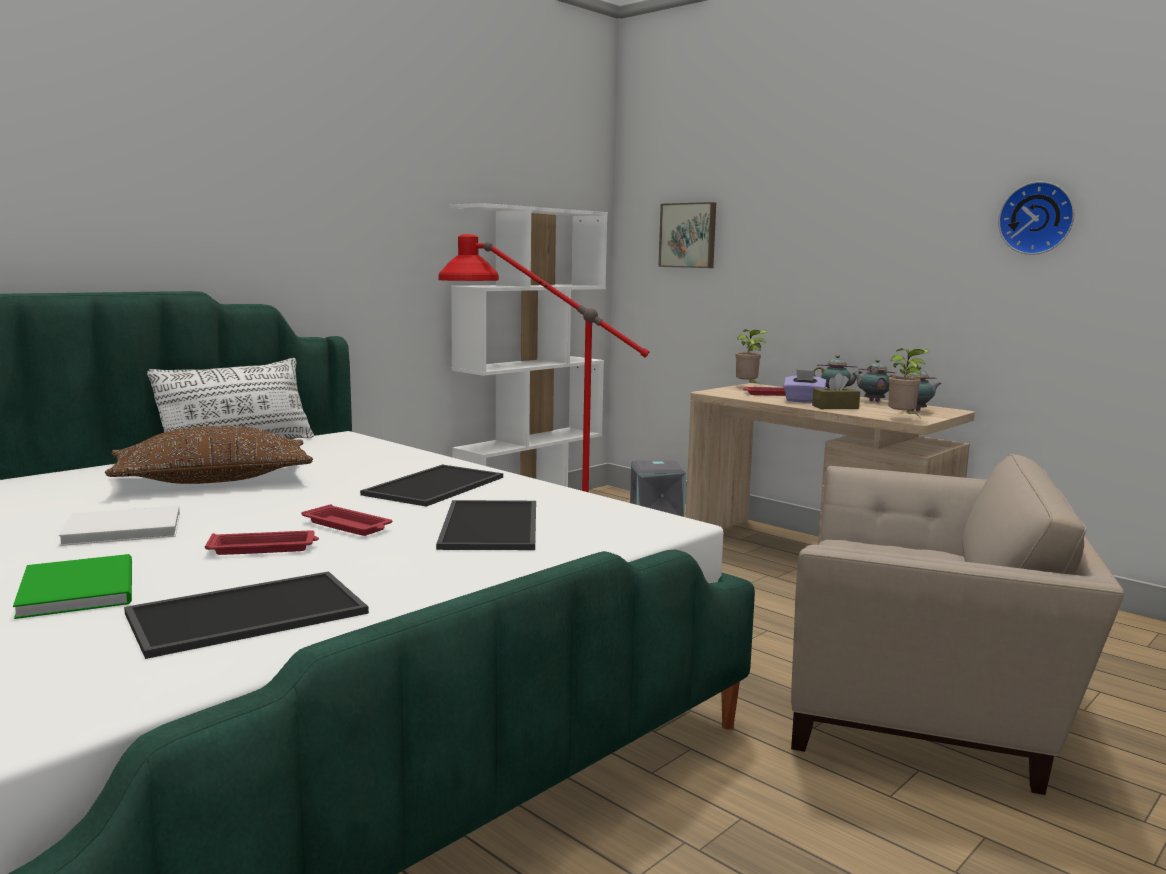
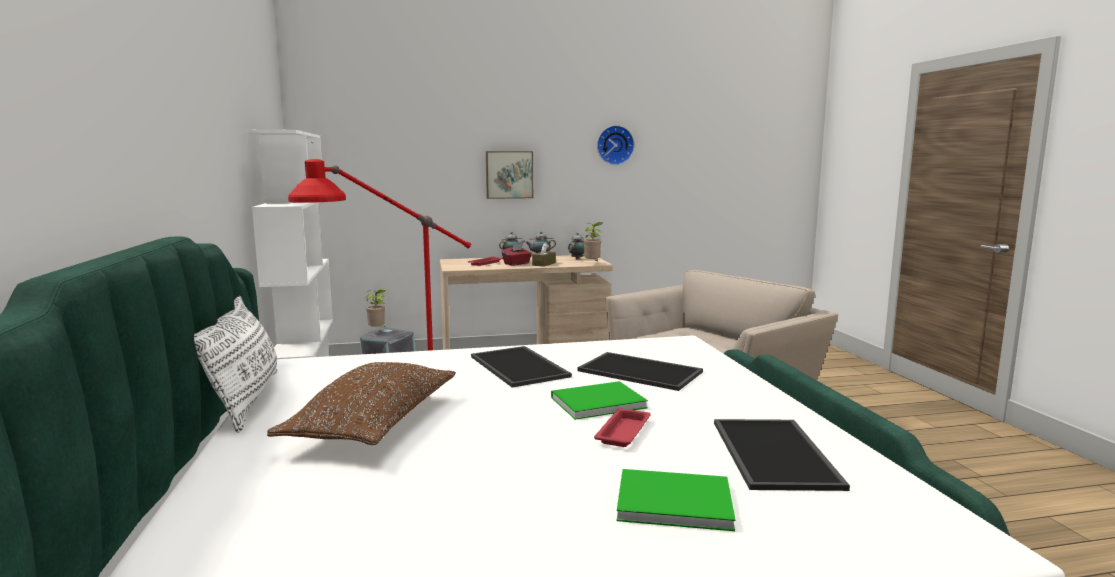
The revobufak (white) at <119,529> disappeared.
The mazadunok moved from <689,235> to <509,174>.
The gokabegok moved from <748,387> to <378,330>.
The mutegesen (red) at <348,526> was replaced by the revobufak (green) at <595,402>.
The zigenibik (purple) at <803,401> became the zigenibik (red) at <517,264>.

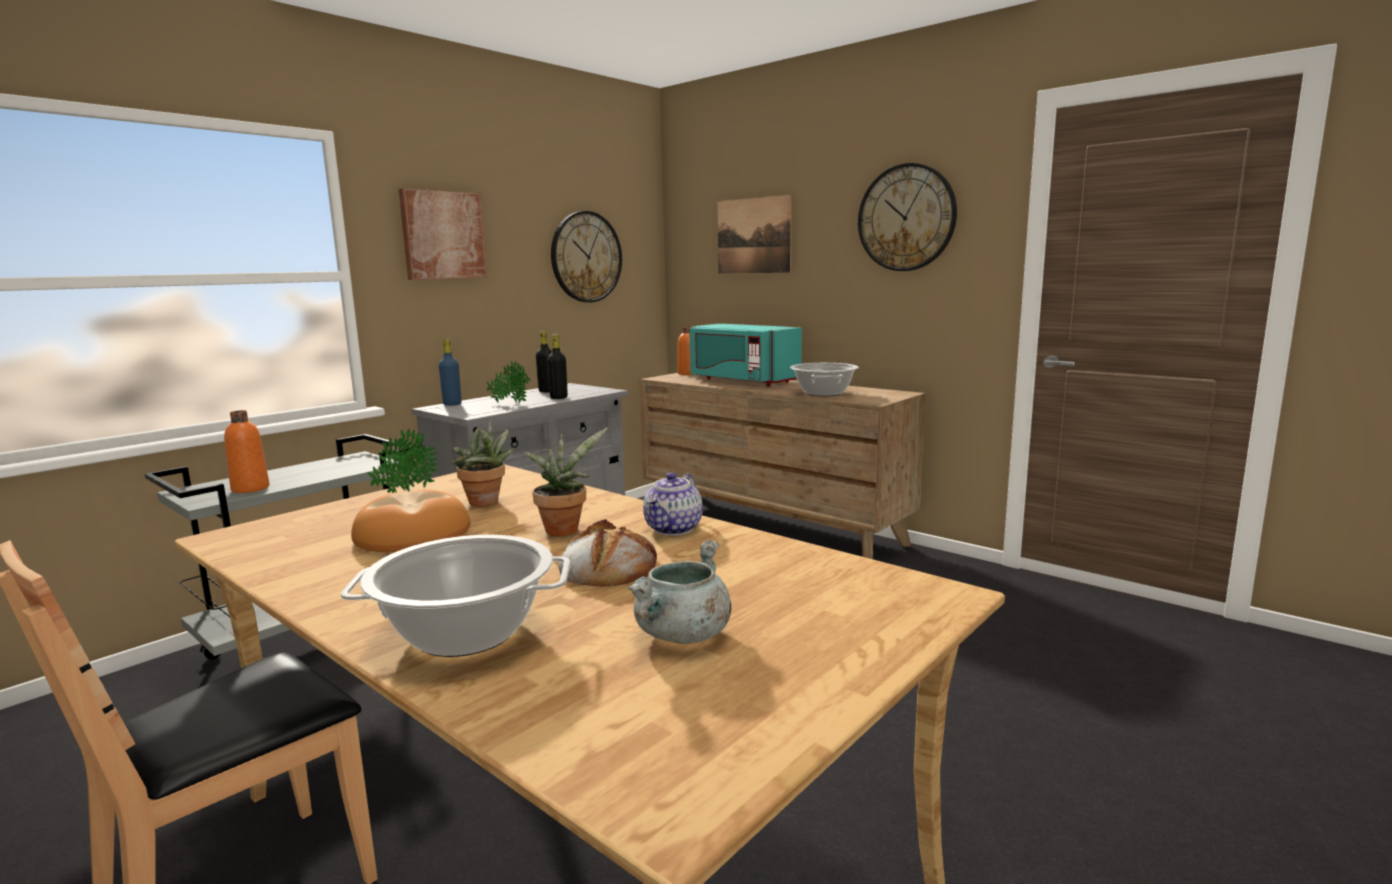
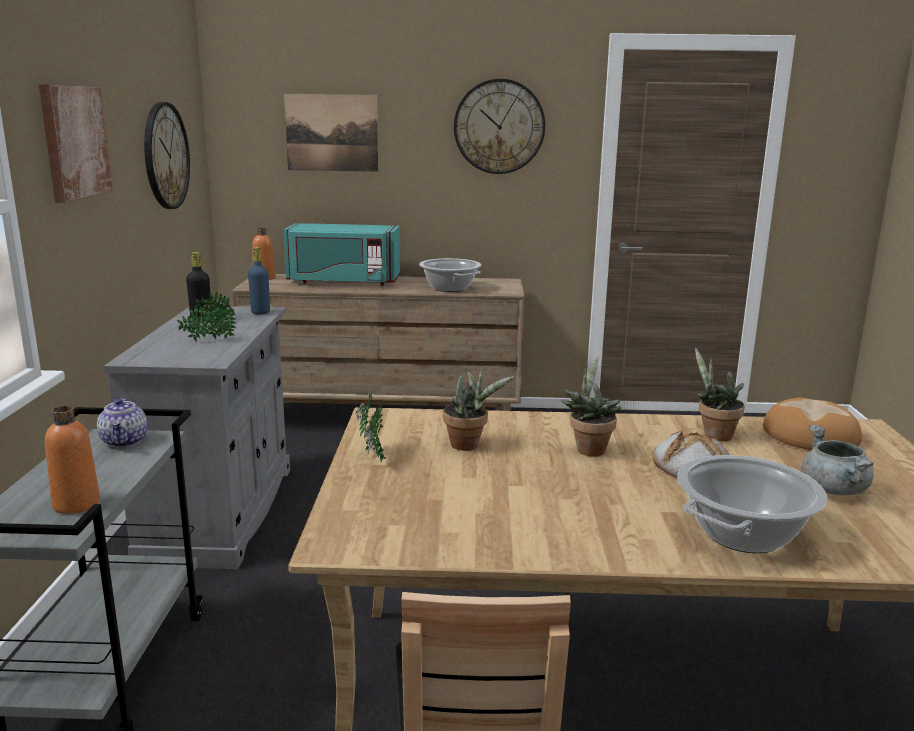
The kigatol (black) at <559,398> disappeared.
The gokabegok at <713,435> appeared.
The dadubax moved from <412,534> to <811,435>.
The kigatol (blue) moved from <452,404> to <260,312>.
The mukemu moved from <674,529> to <125,441>.

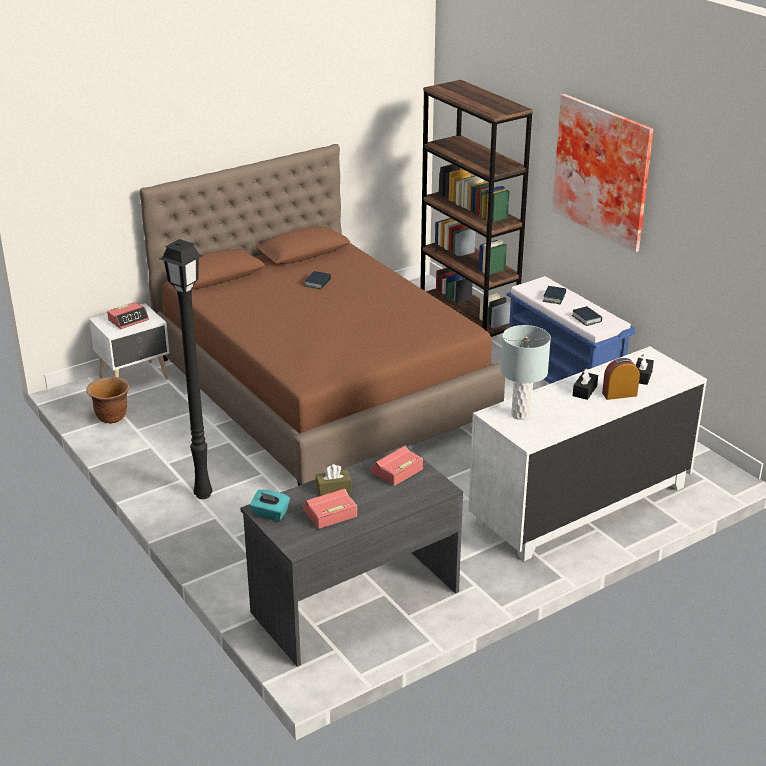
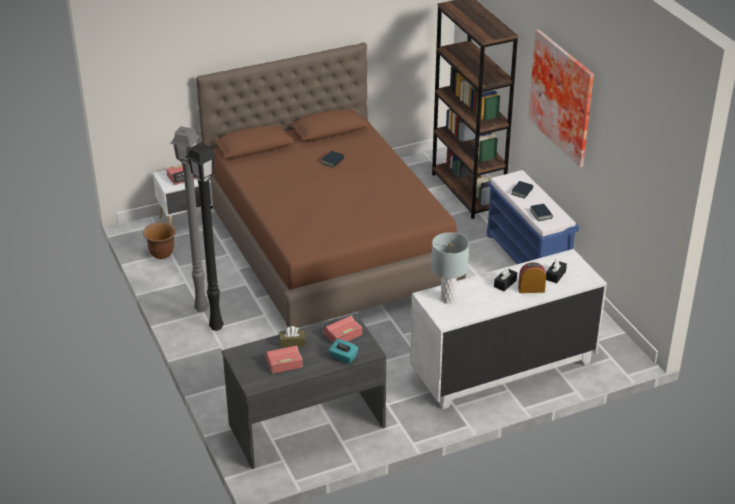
The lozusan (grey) at <201,308> appeared.
The zigenibik (turquoise) moved from <270,514> to <343,357>.

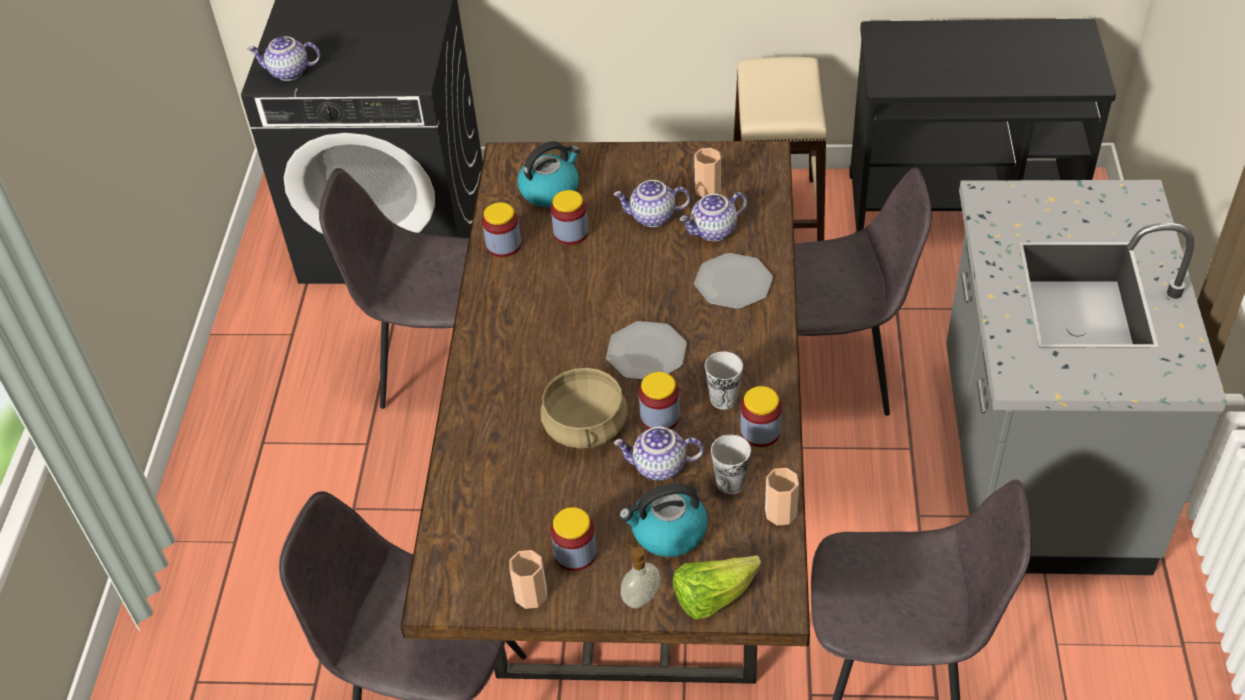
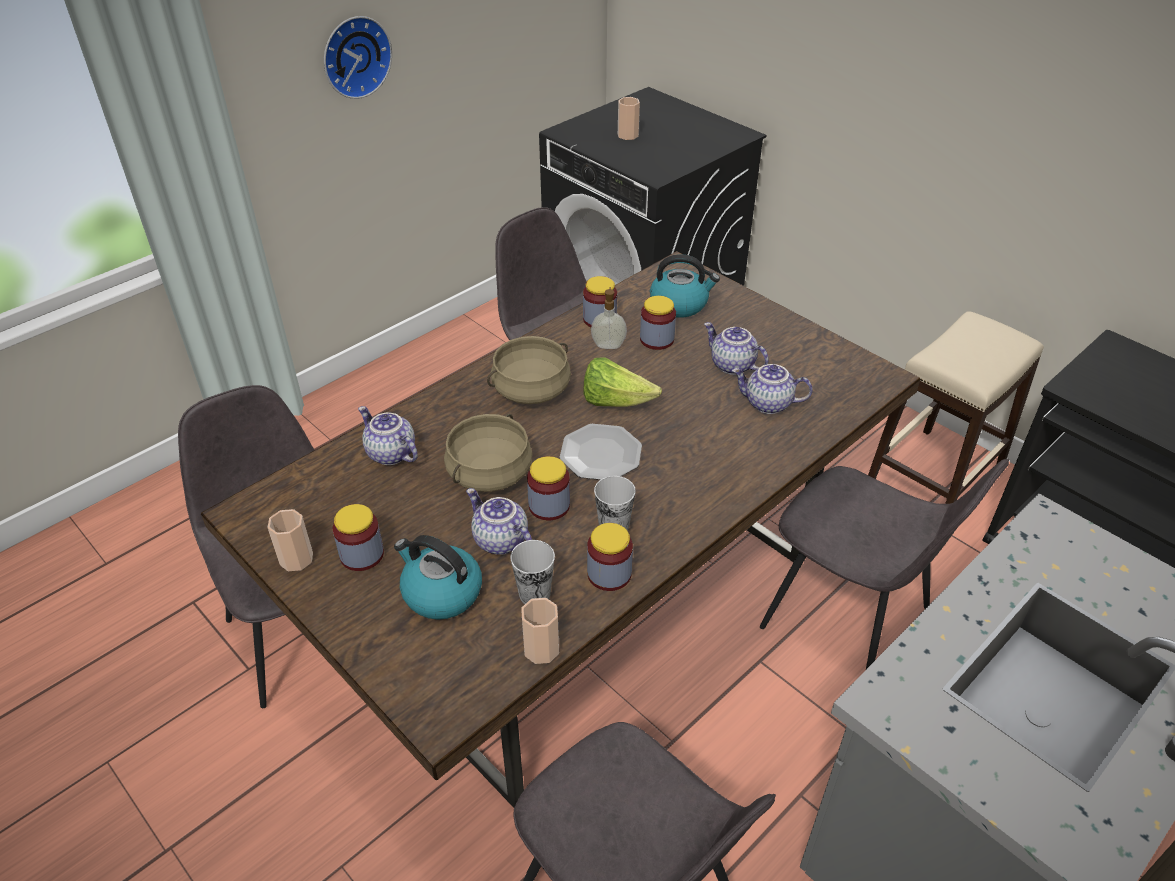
The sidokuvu at <733,283> disappeared.
The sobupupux at <354,56> appeared.
The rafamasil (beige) at <531,389> appeared.
The mukemu moved from <288,73> to <390,454>.
The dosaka moved from <640,597> to <608,345>.
The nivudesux moved from <712,597> to <615,401>.
The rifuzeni moved from <707,189> to <628,135>.

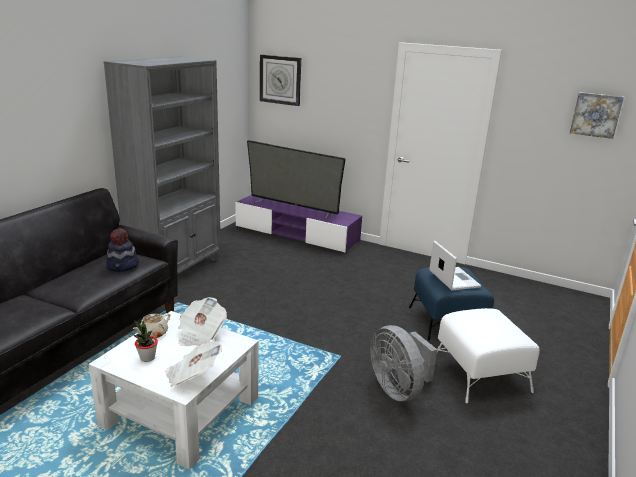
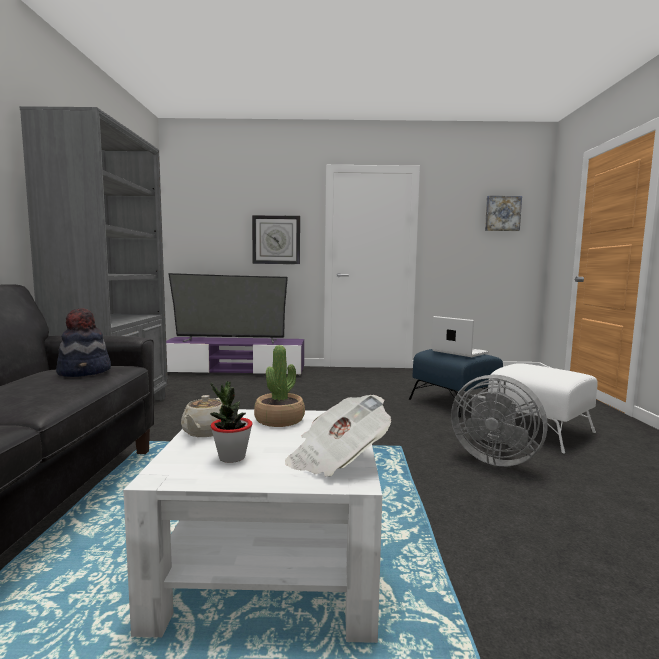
The sobupupux moved from <280,80> to <276,240>.
The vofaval at <200,334> was replaced by the gokabegok at <279,420>.

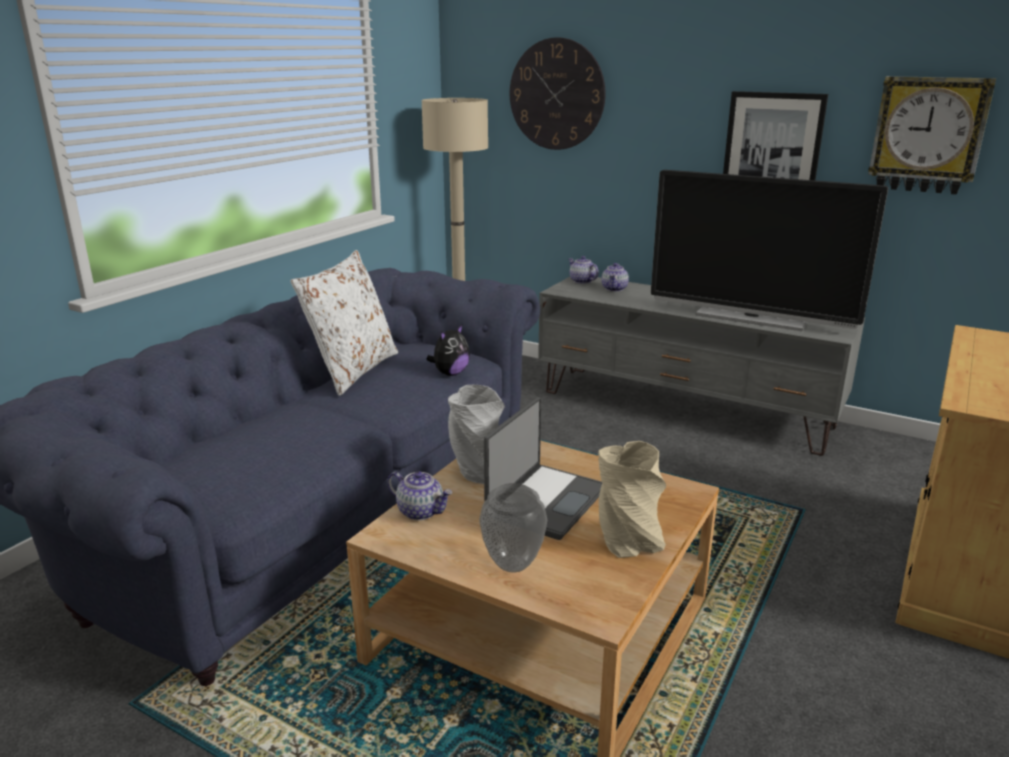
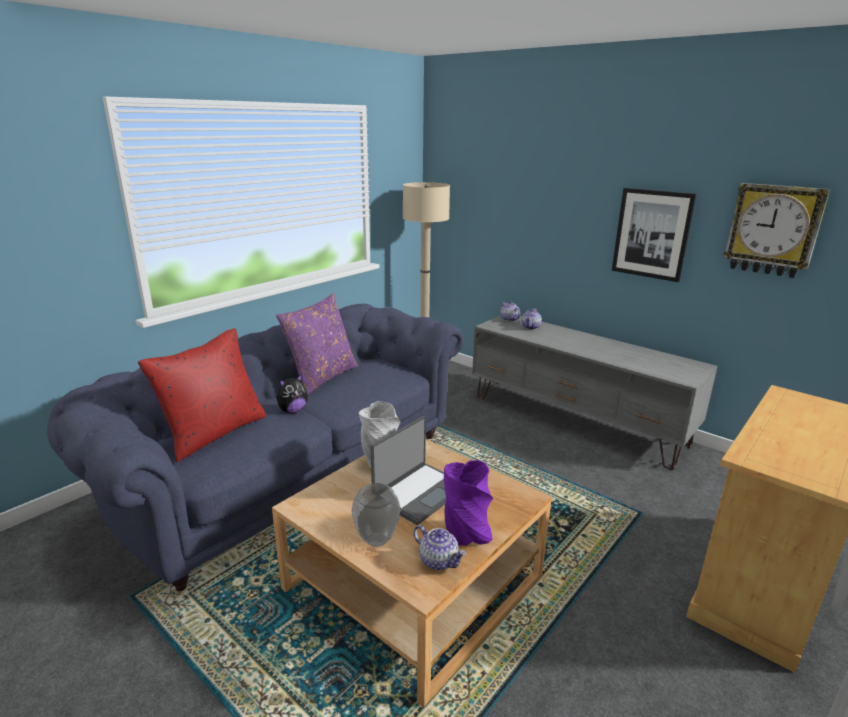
The sobupupux at <556,94> disappeared.
The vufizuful at <751,318> disappeared.
The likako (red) at <214,433> appeared.
The mukemu moved from <421,511> to <439,561>.
The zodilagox moved from <450,373> to <292,410>.
The likako (white) at <352,370> became the likako (purple) at <322,377>.
The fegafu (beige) at <628,541> became the fegafu (purple) at <466,532>.

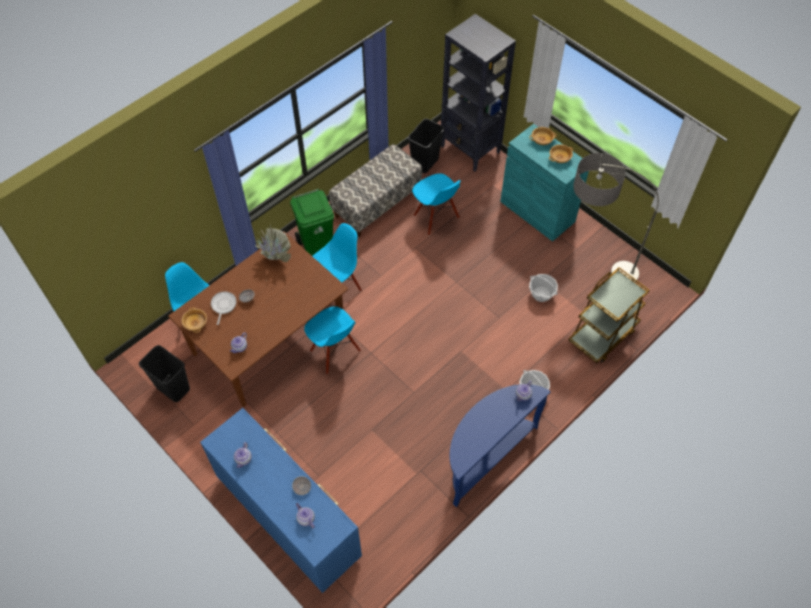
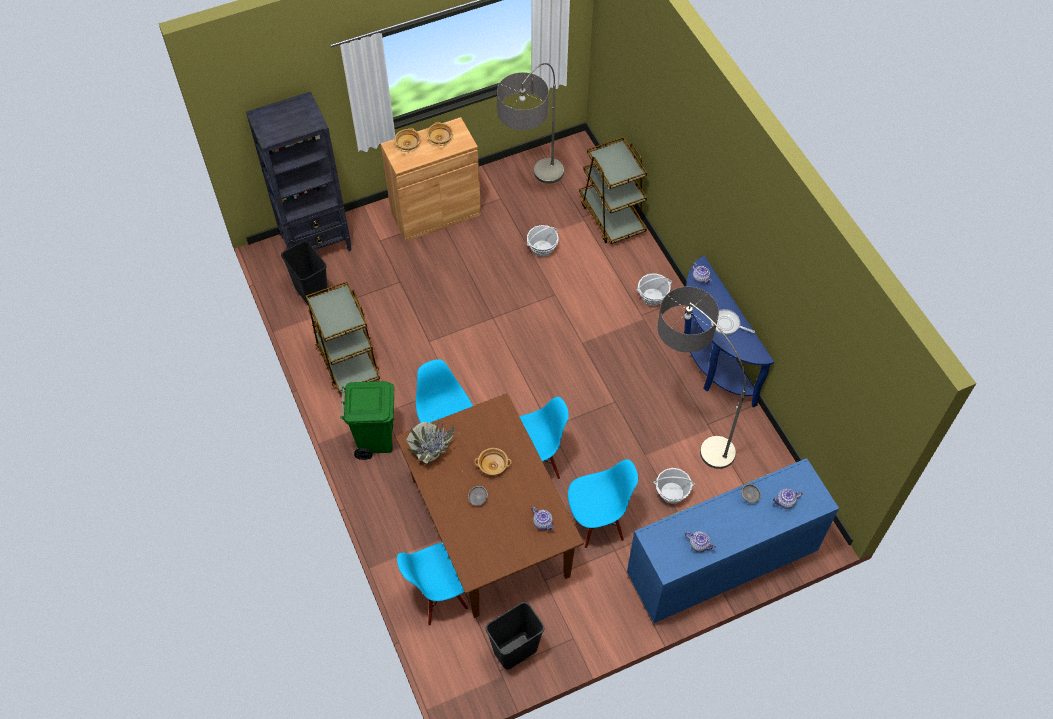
The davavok at <672,492> appeared.
The lozusan at <684,427> appeared.
The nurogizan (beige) moved from <196,323> to <493,465>.
The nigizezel moved from <223,305> to <727,324>.
The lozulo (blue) moved from <436,217> to <597,522>.
The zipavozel at <376,204> was replaced by the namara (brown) at <347,360>.
The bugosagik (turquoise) at <537,211> became the bugosagik (brown) at <435,213>.

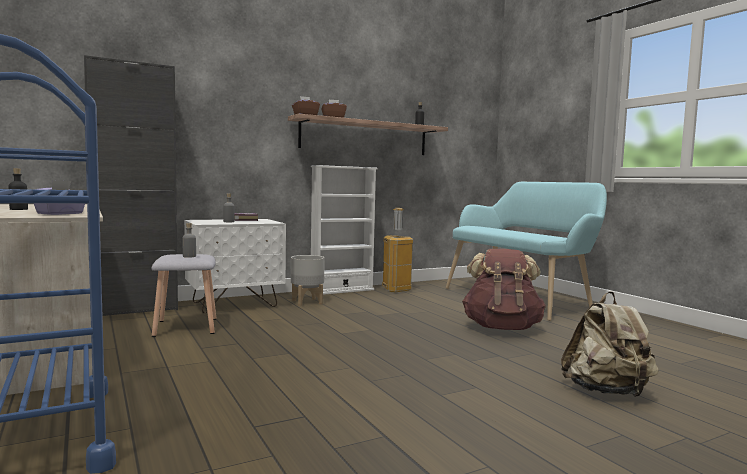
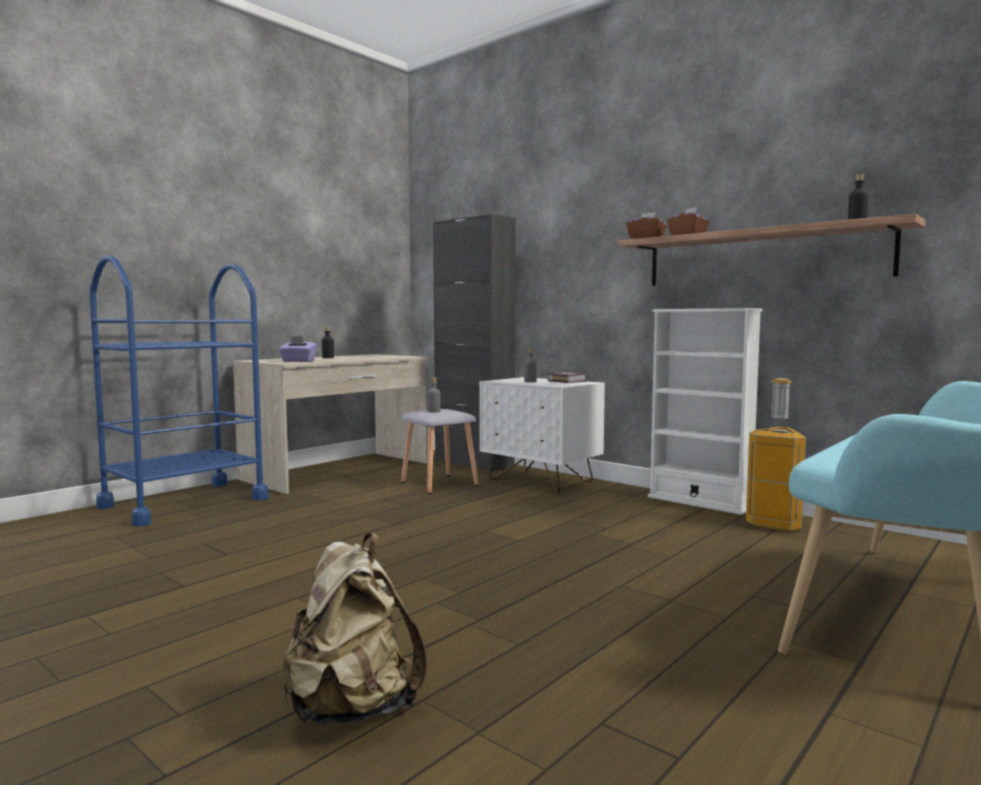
The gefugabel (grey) at <306,302> disappeared.
The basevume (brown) at <501,328> disappeared.

